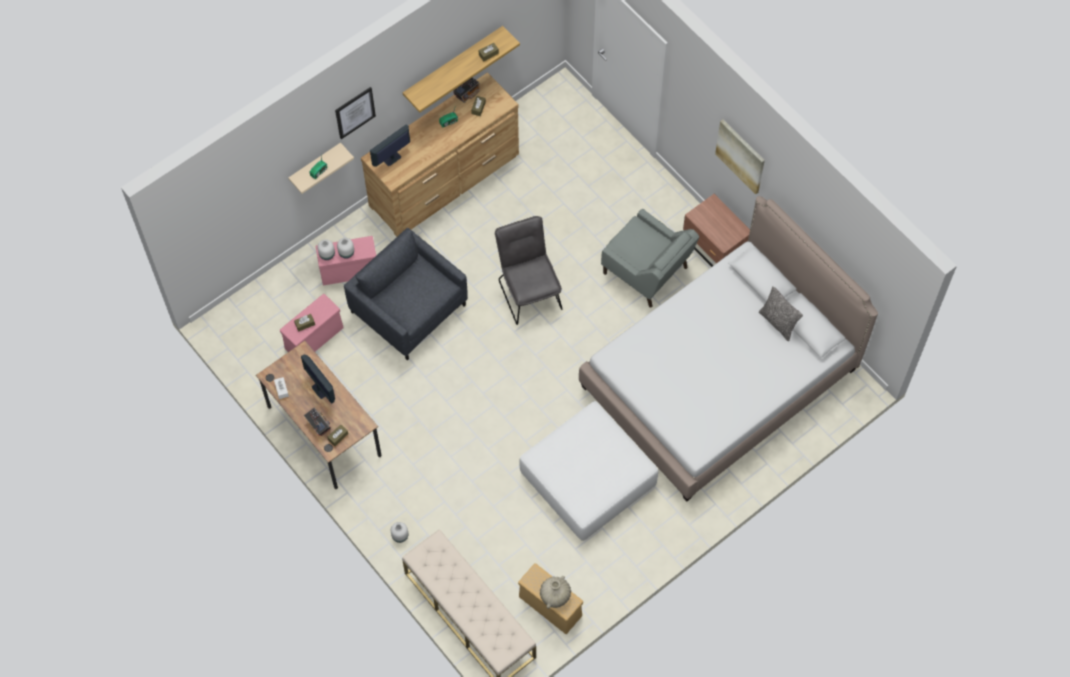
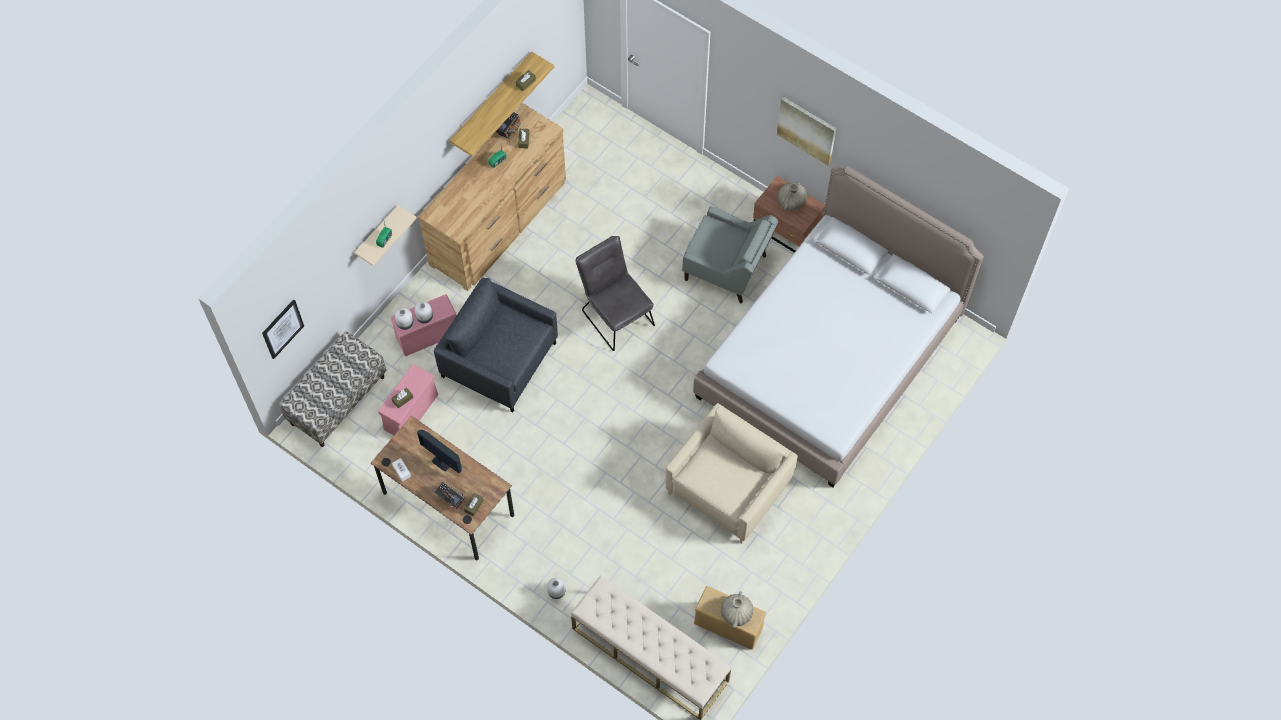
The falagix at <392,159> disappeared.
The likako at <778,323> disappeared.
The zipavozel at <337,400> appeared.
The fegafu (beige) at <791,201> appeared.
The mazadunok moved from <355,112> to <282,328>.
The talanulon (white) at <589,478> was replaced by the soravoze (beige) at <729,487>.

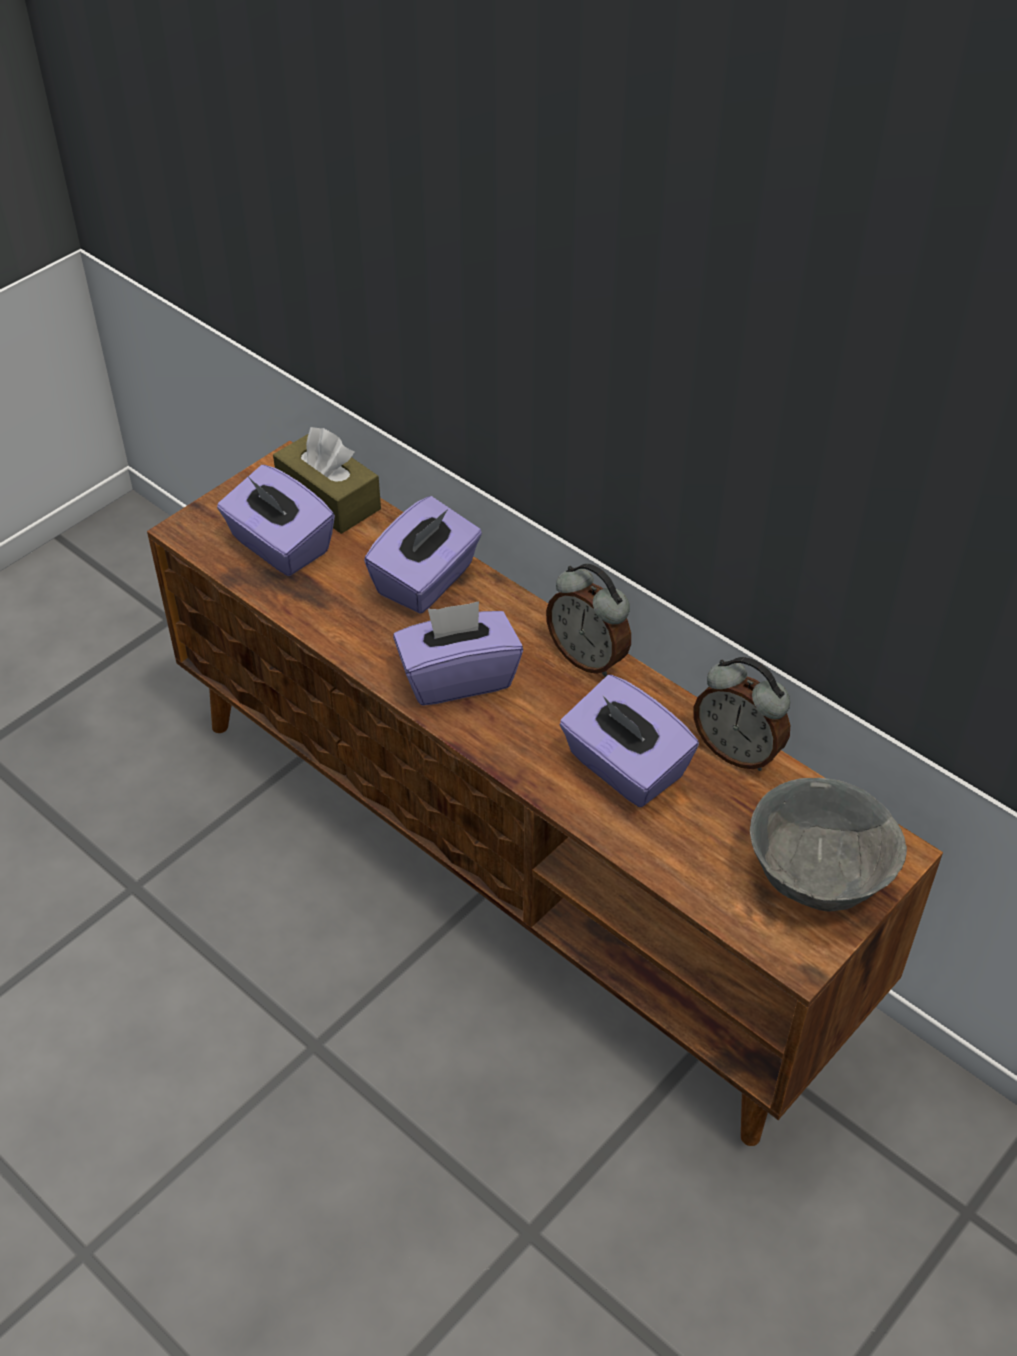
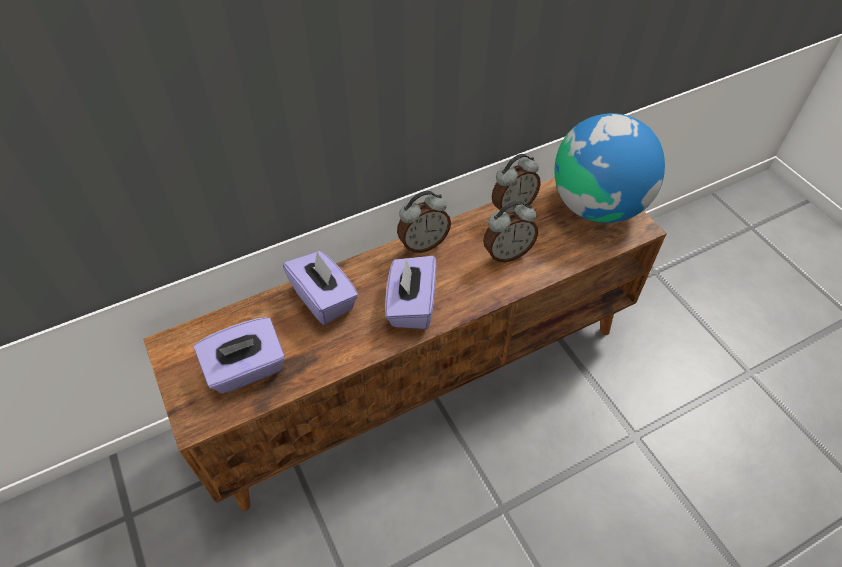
The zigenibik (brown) at <329,498> disappeared.
The zigenibik (purple) at <624,768> was replaced by the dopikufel at <507,253>.
The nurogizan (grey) at <818,875> was replaced by the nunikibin at <597,205>.

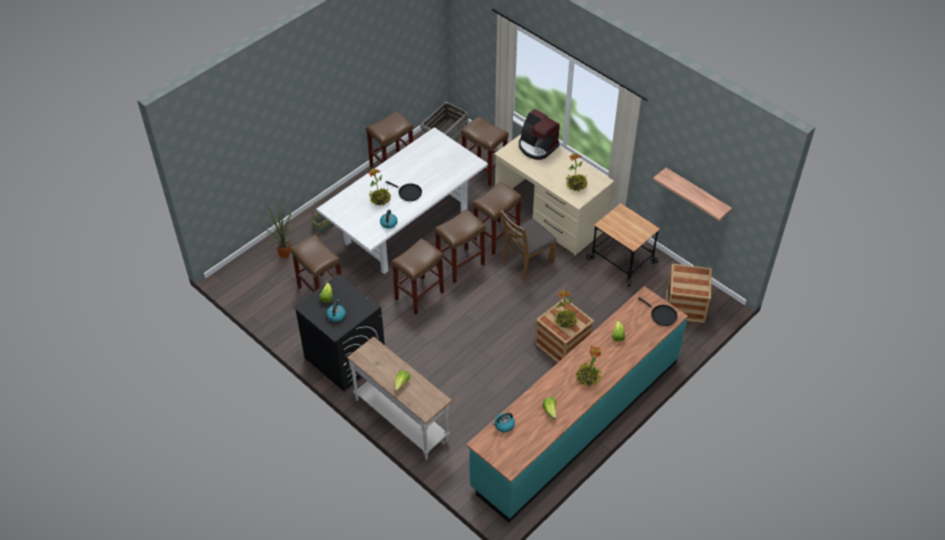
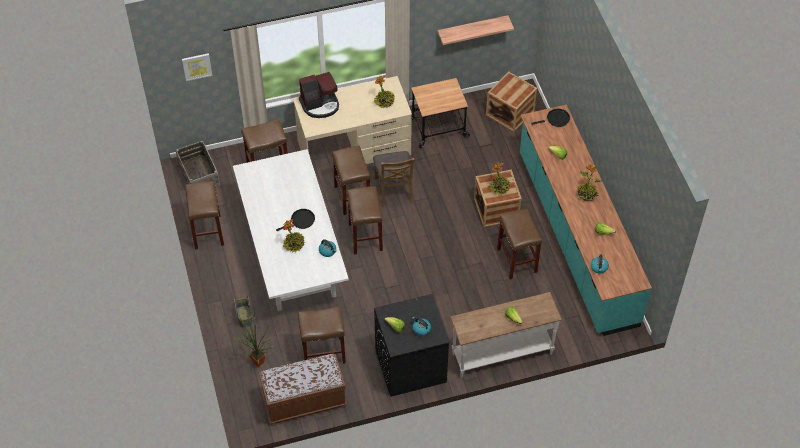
The mazadunok at <197,66> appeared.
The zipavozel (brown) at <304,401> appeared.
The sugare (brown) moved from <419,296> to <517,261>.

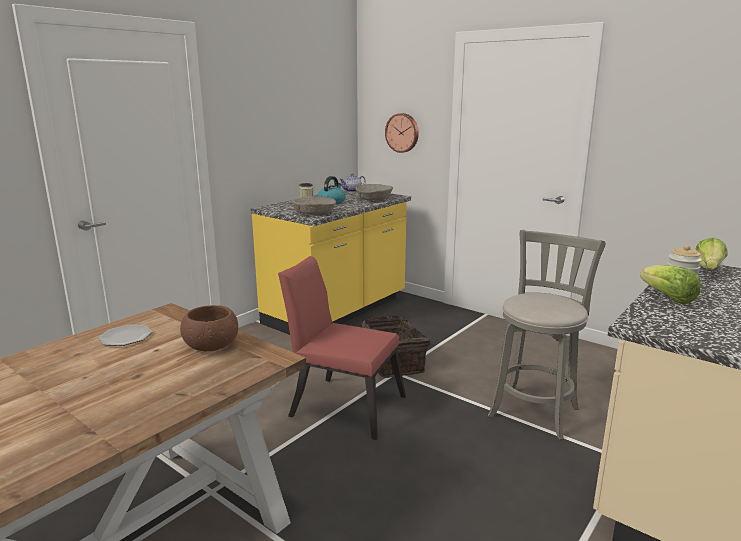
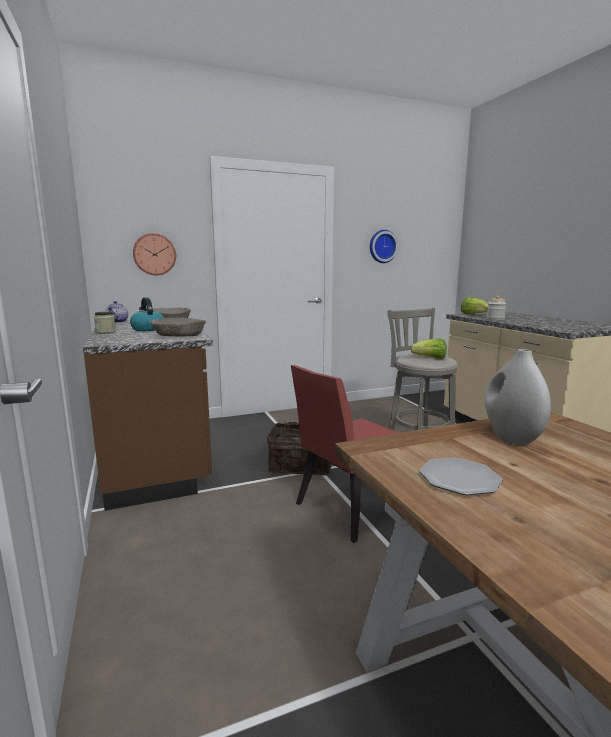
The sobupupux at <382,246> appeared.
The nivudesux moved from <668,298> to <430,358>.
The nurogizan (brown) at <211,346> was replaced by the fegafu (white) at <510,437>.
The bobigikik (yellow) at <337,311> became the bobigikik (brown) at <158,460>.

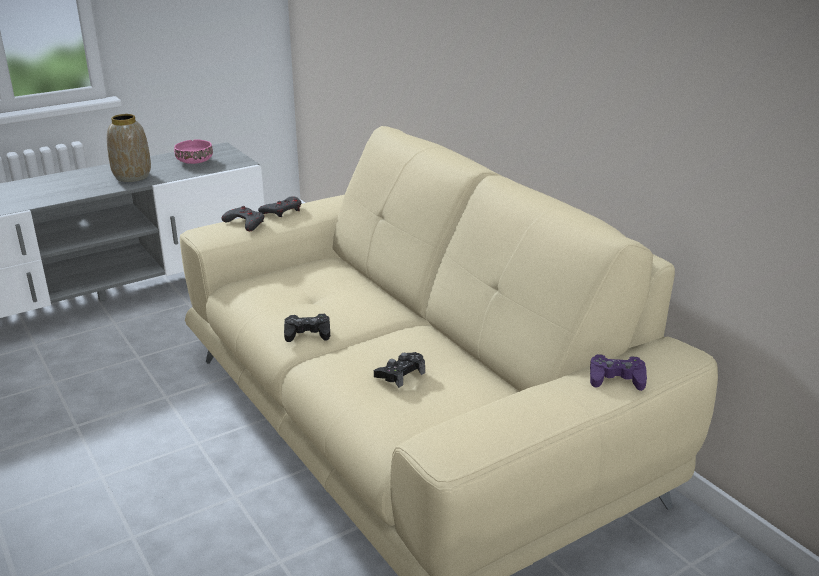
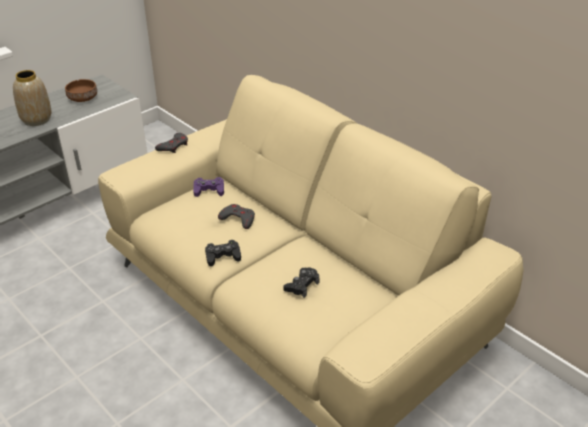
The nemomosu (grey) moved from <245,223> to <238,219>.
The nemomosu (purple) moved from <616,378> to <209,190>.
The nurogizan (pink) at <194,161> became the nurogizan (brown) at <82,98>.

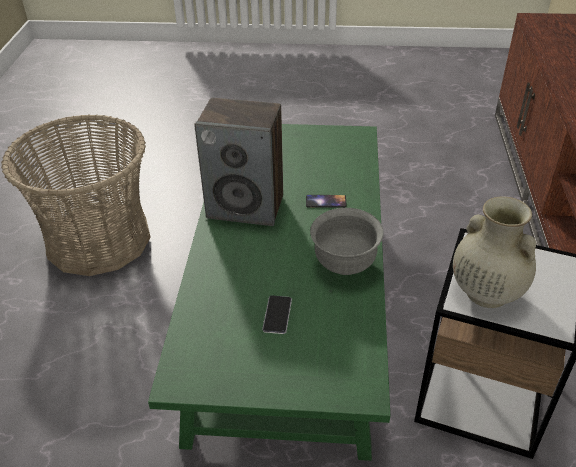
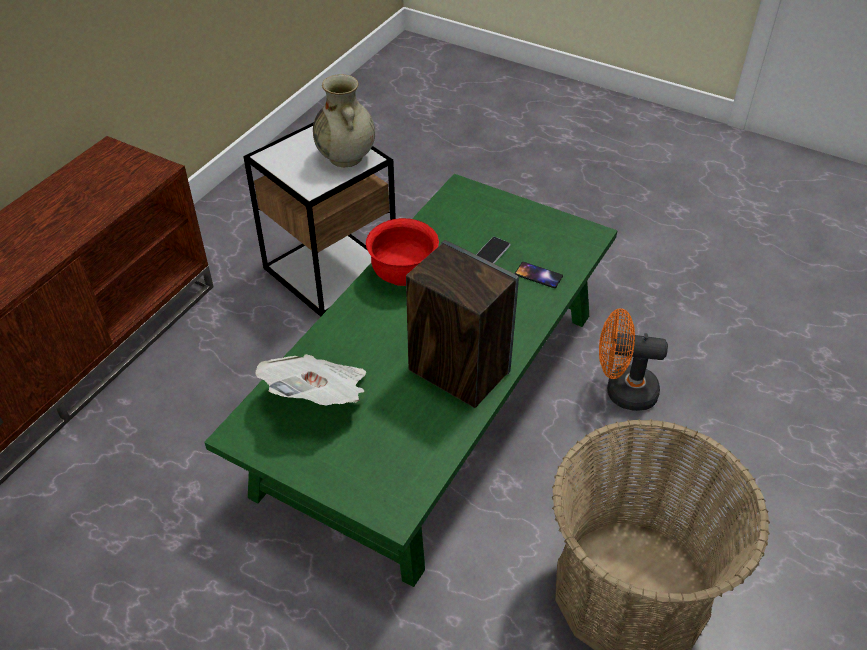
The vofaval at <319,397> appeared.
The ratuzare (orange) at <622,390> appeared.
The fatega moved from <326,201> to <538,275>.
The nurogizan (grey) at <344,263> became the nurogizan (red) at <403,274>.

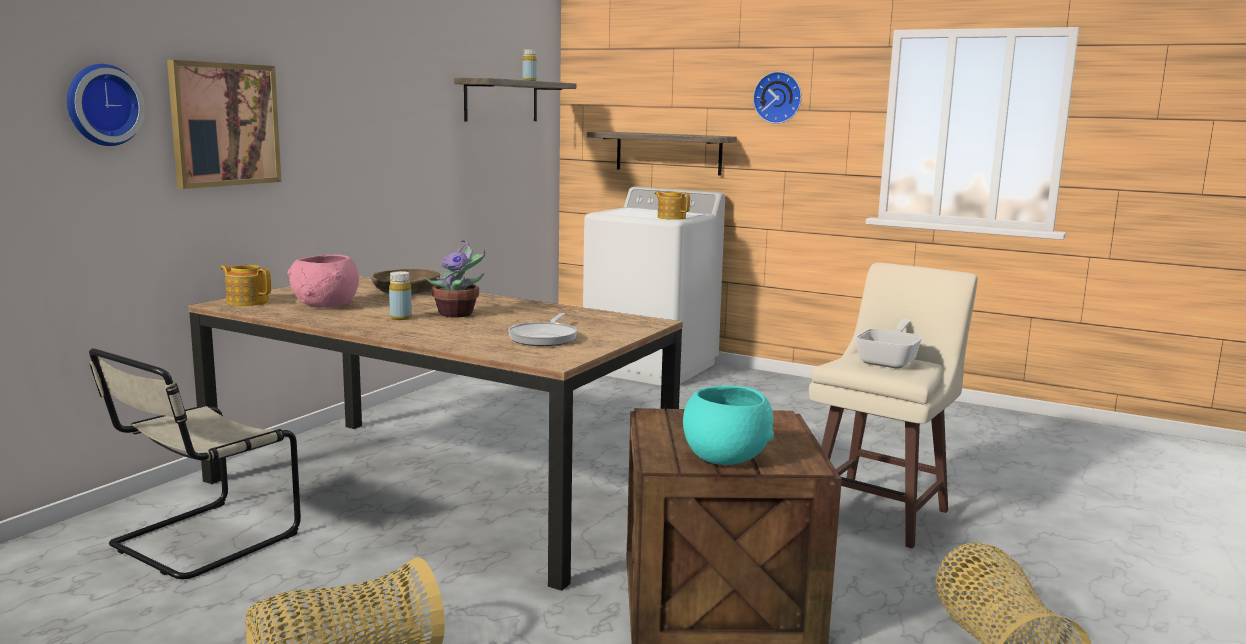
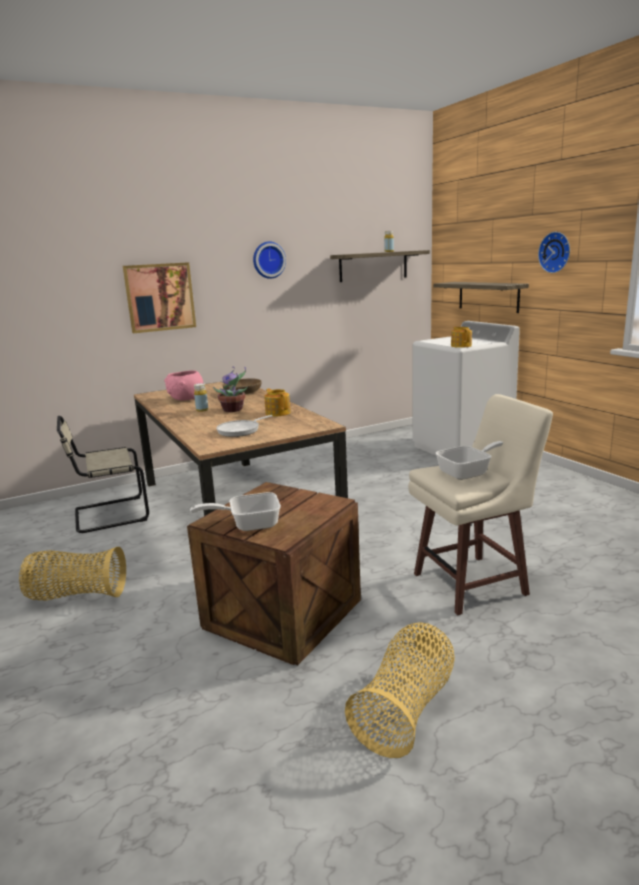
The sobupupux moved from <101,105> to <268,260>.
The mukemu moved from <247,302> to <278,413>.
The nurogizan (turquoise) at <725,457> was replaced by the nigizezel at <248,524>.

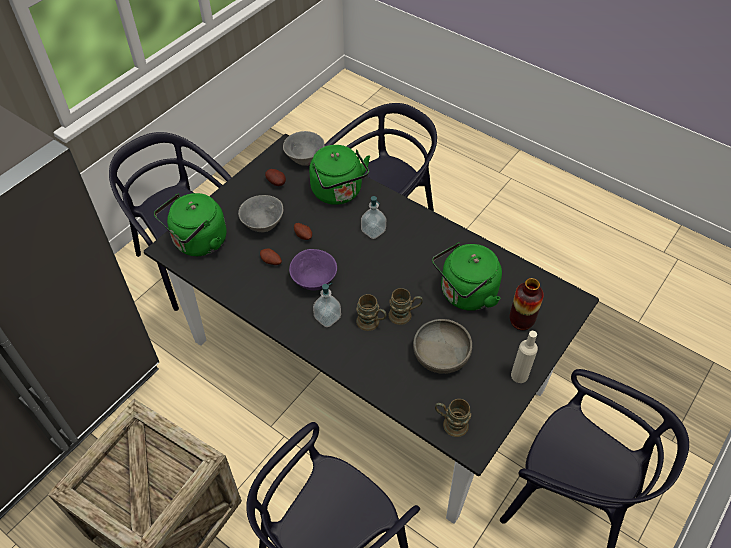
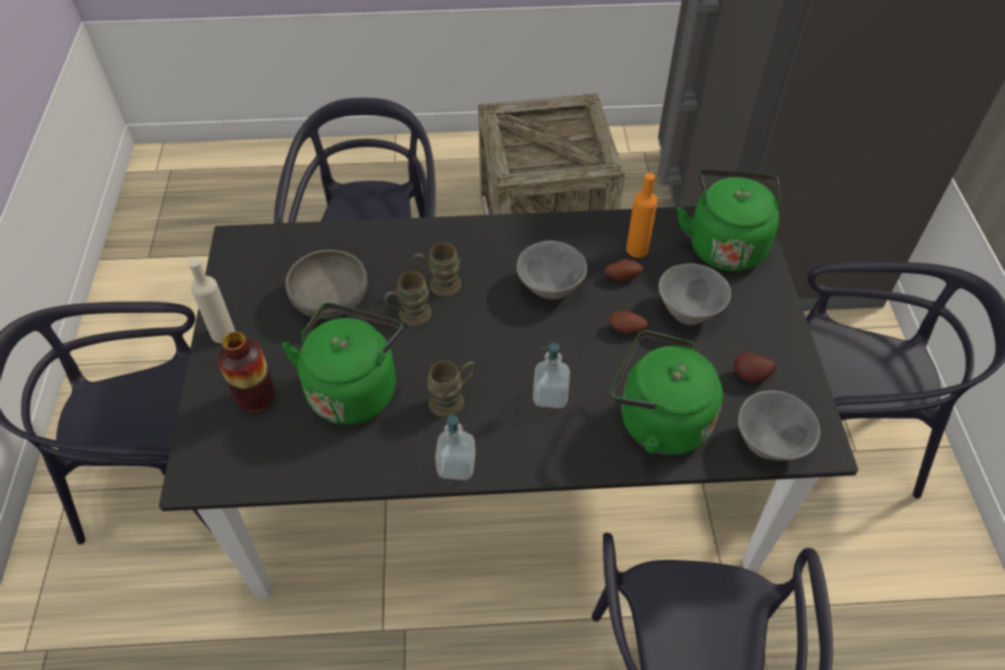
The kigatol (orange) at <637,249> appeared.
The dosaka moved from <327,317> to <456,465>.
The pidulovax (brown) moved from <450,424> to <453,400>.
The nurogizan (purple) at <313,281> became the nurogizan (grey) at <550,286>.

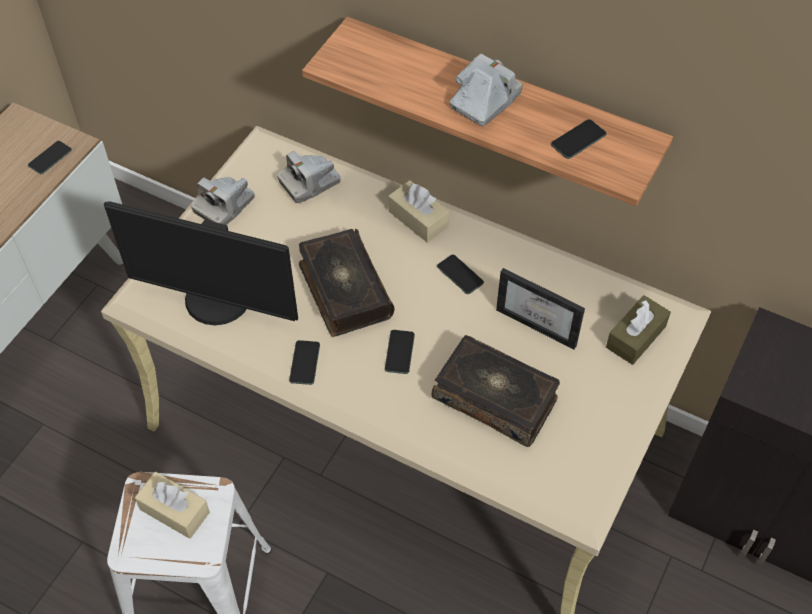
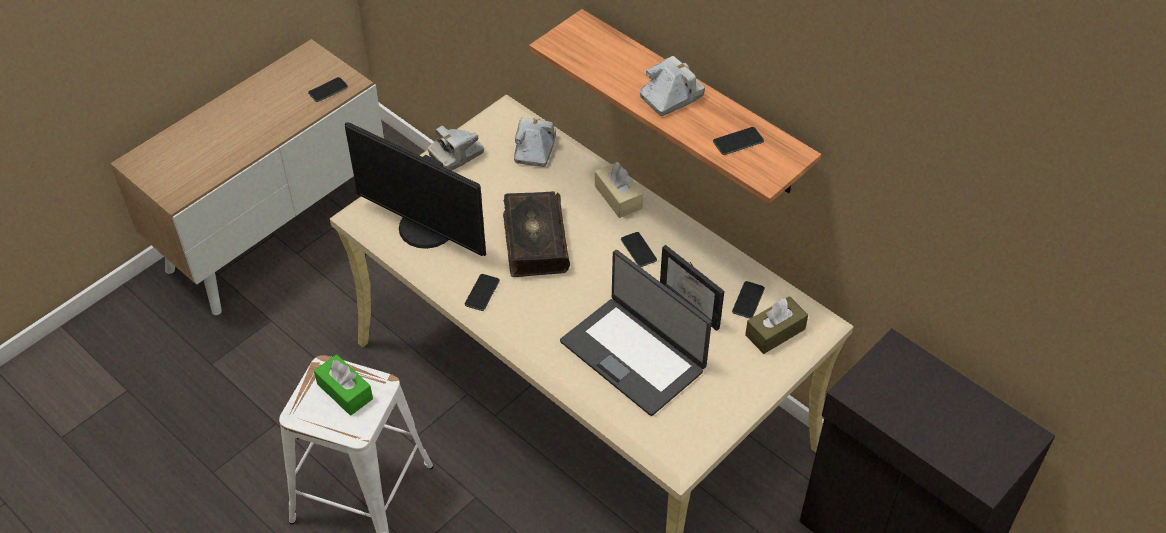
The fatega moved from <399,352> to <748,300>.
The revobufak at <495,398> was replaced by the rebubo at <634,355>.
The zigenibik (beige) at <174,511> became the zigenibik (green) at <345,391>.
The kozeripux at <309,182> turned 120 degrees clockwise.

